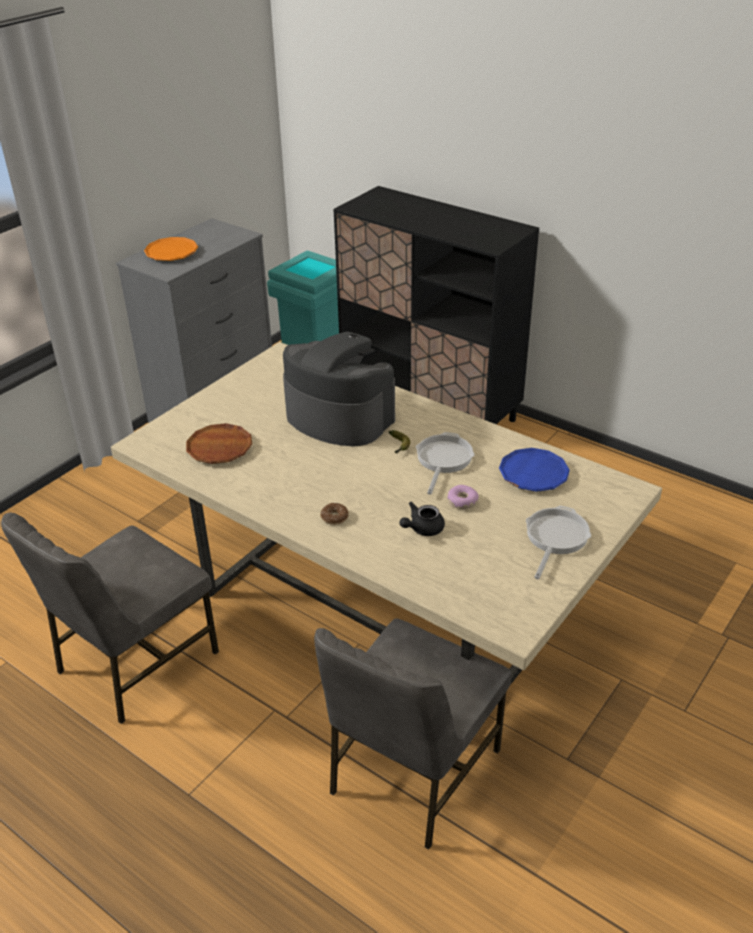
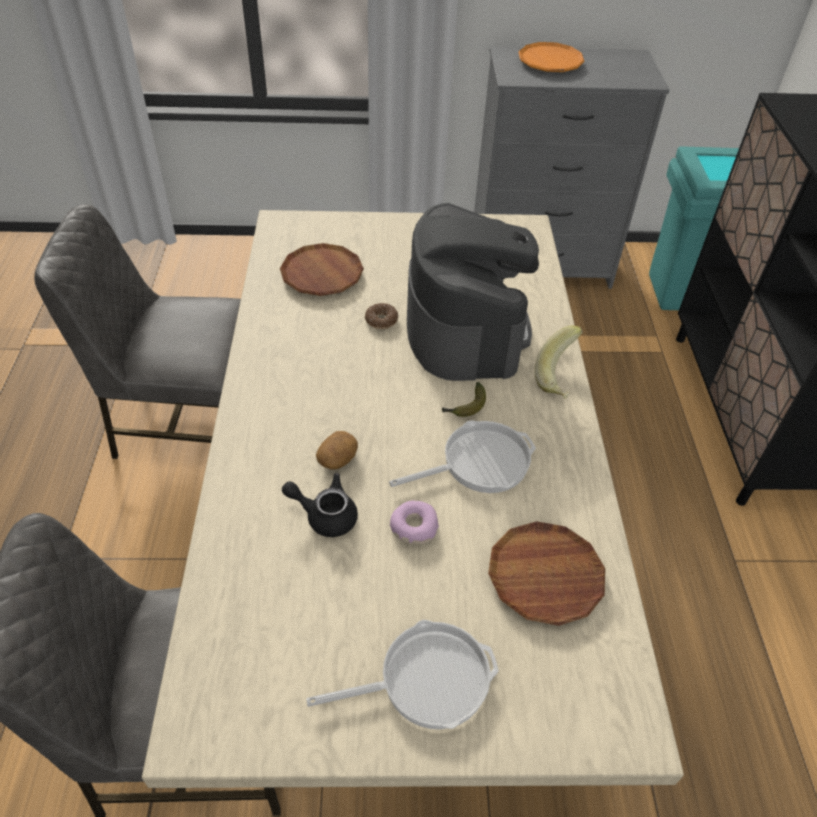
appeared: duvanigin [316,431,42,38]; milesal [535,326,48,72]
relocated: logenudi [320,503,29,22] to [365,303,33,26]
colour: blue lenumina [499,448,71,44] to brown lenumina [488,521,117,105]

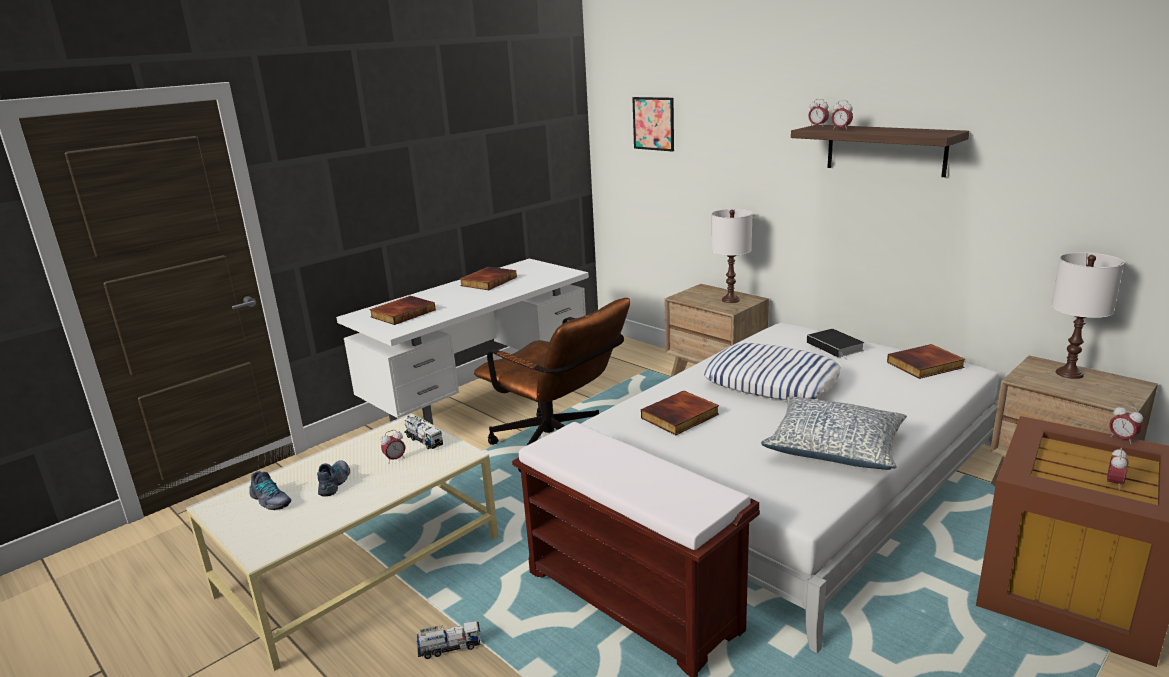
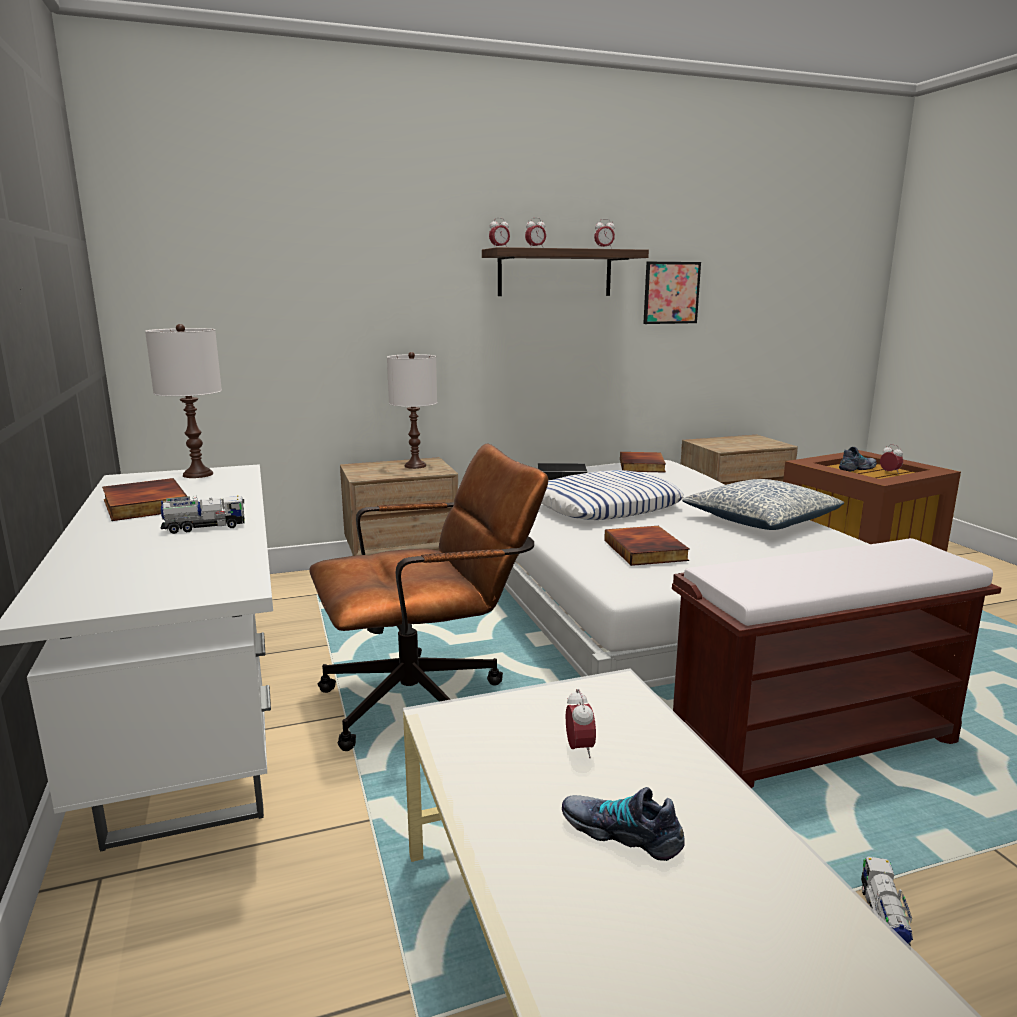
missing: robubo [369,296,67,29]
relocated: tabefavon [249,471,43,39] to [839,447,38,24]; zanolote [404,415,39,34] to [161,496,84,38]; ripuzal [632,97,42,55] to [643,262,58,62]; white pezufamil [1051,252,74,127] to [145,324,77,154]; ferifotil [1109,405,34,39] to [594,219,21,30]

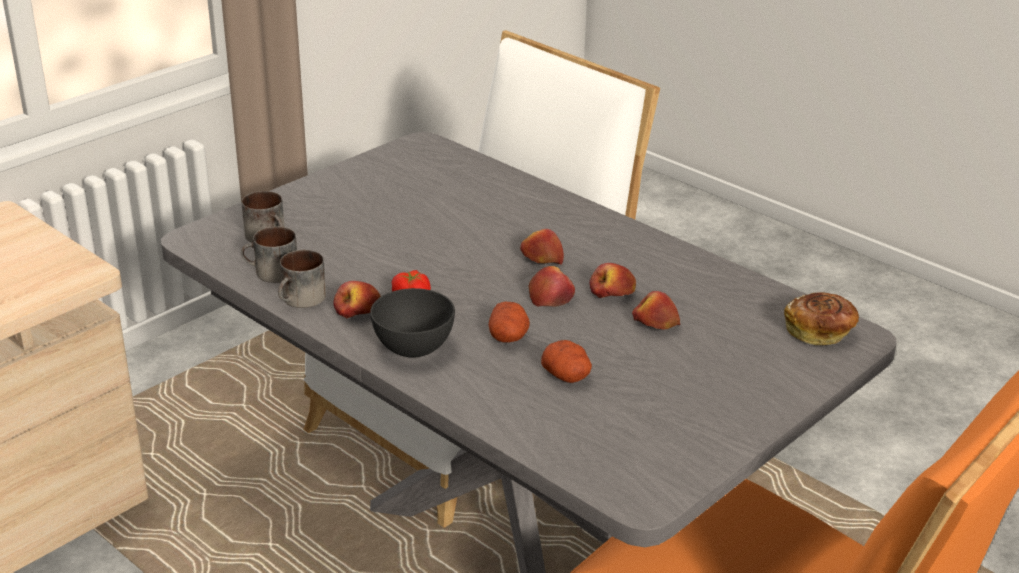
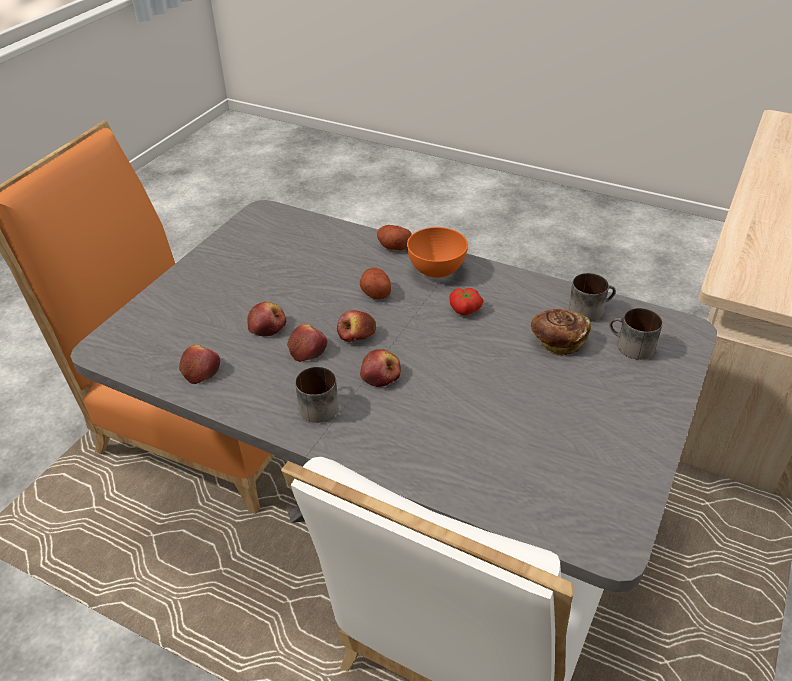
relocated: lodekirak [278,250,48,58] to [295,367,44,56]; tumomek [333,281,48,37] to [179,345,41,39]; duvanigin [541,340,51,43] to [377,225,34,26]; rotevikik [784,292,75,53] to [531,309,60,47]
colour: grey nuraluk [370,288,85,70] to orange nuraluk [407,227,61,51]

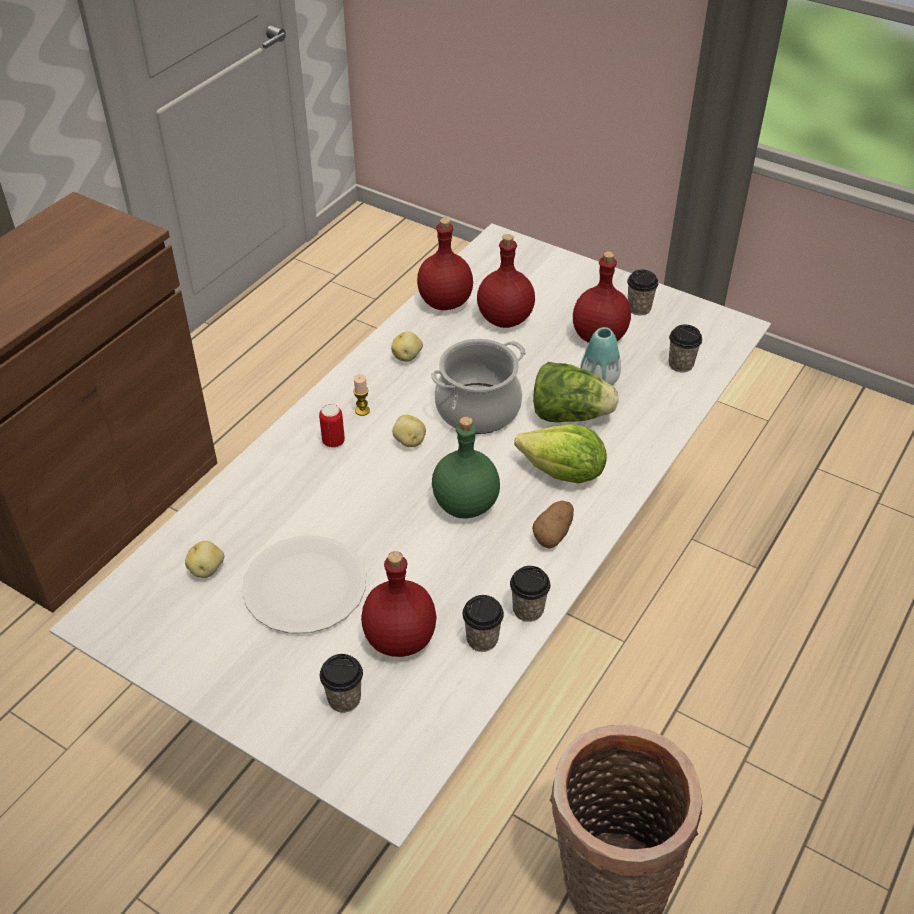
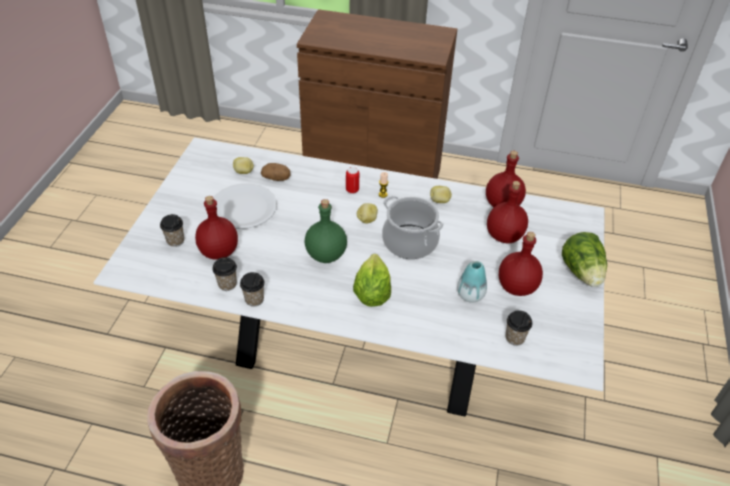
missing: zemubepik [627,270,31,45]
relocated: duvanigin [532,500,42,48] to [261,163,30,18]; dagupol [533,362,86,60] to [562,232,45,55]

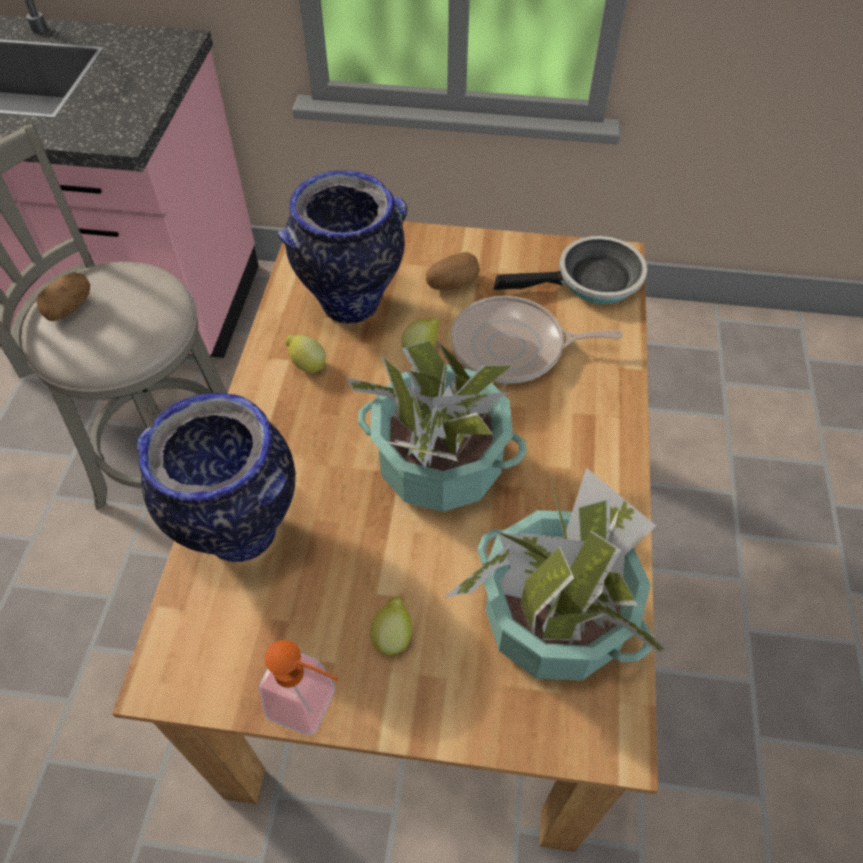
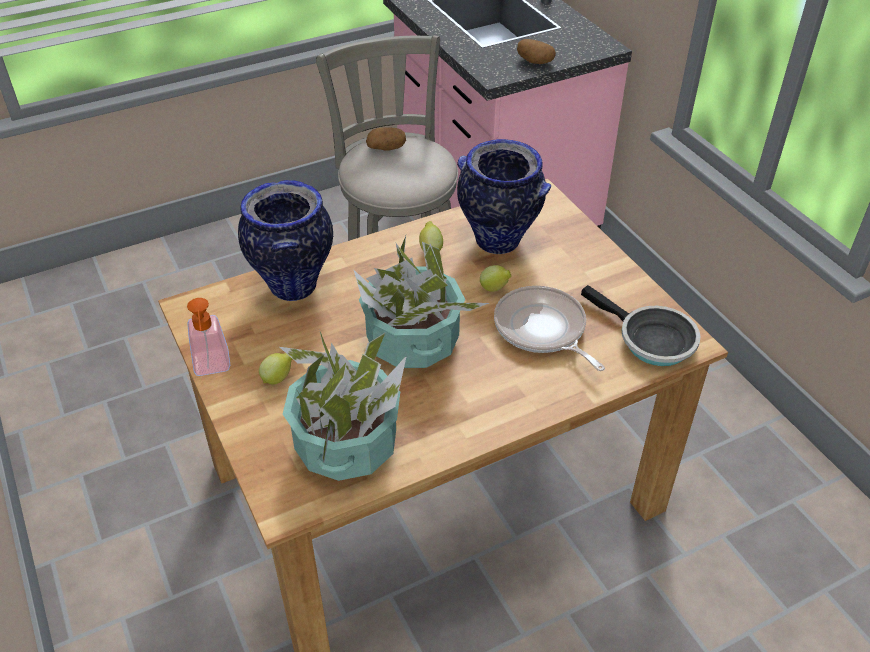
relocated: duvanigin [426,252,54,38] to [517,39,39,25]

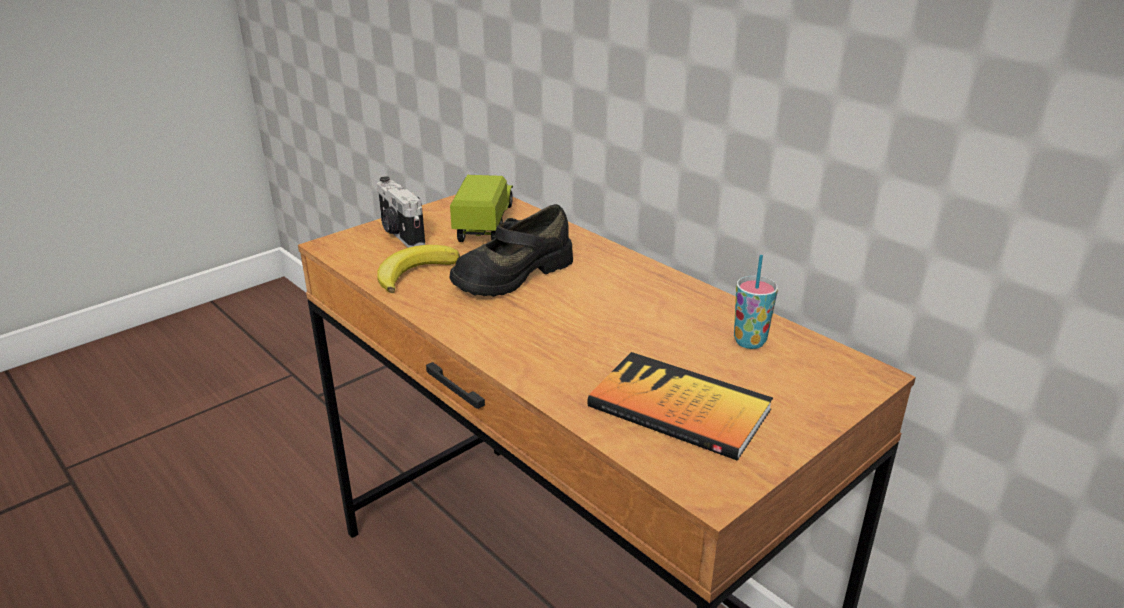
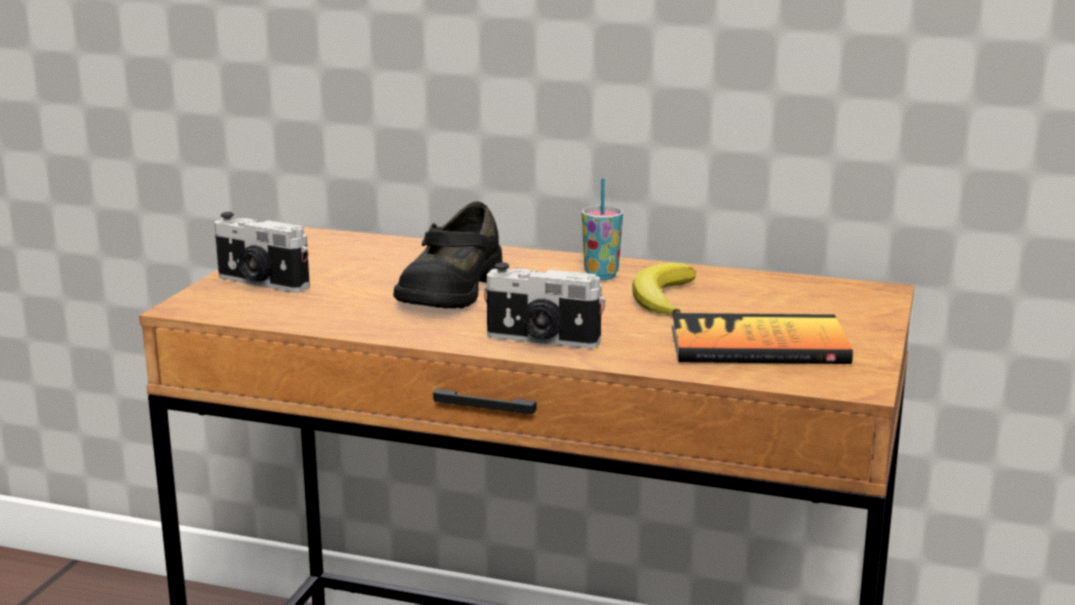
missing: zanolote [450,175,63,67]
appeared: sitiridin [483,262,123,87]
relocated: milesal [377,245,83,48] to [632,263,64,53]; zemubepik [734,255,44,94] to [582,178,41,102]

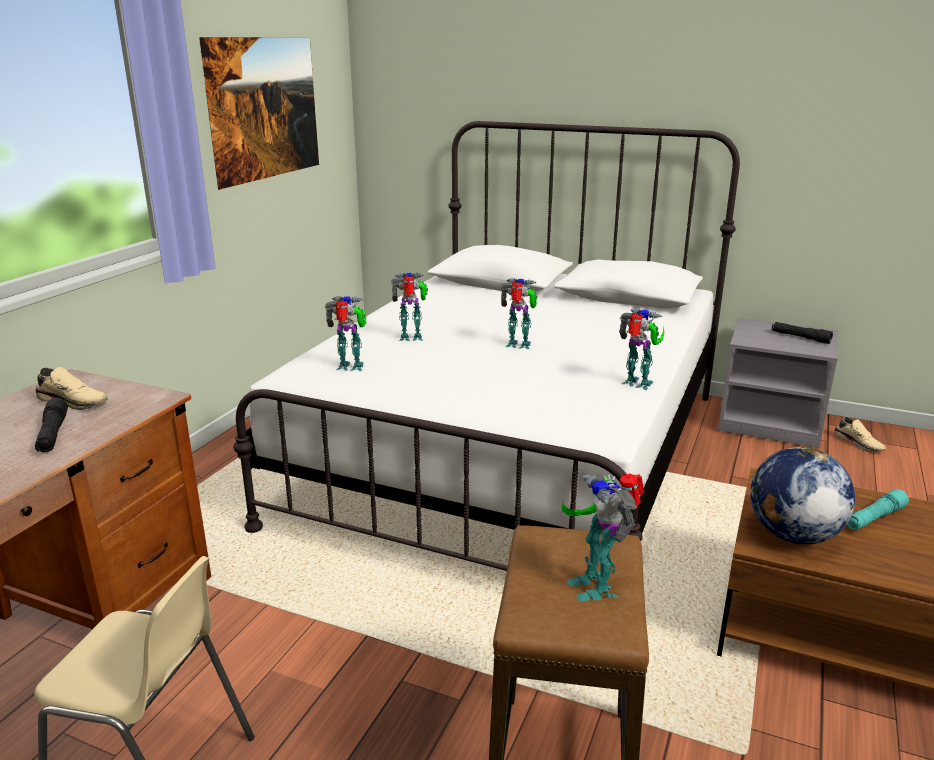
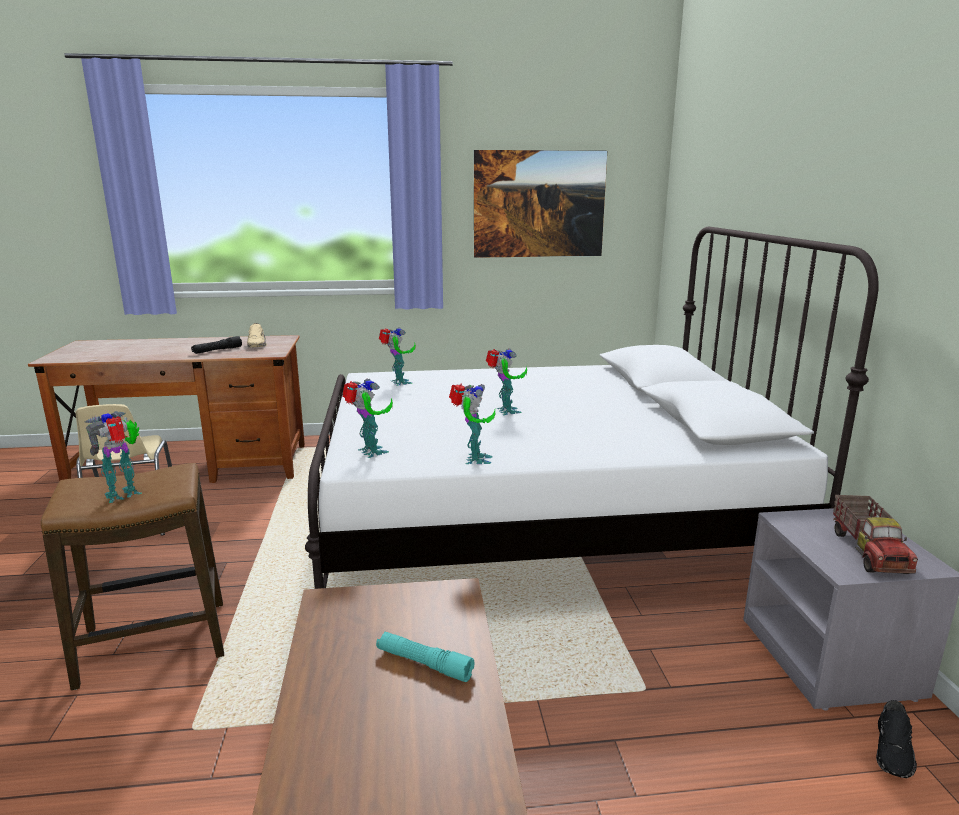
missing: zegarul [750,447,105,97]
relocated: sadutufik [391,272,37,69] to [342,379,51,79]
exchanged: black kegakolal [772,322,61,22] to zanolote [833,495,85,79]
colour: beige tabefavon [833,417,53,36] to black tabefavon [876,700,41,78]

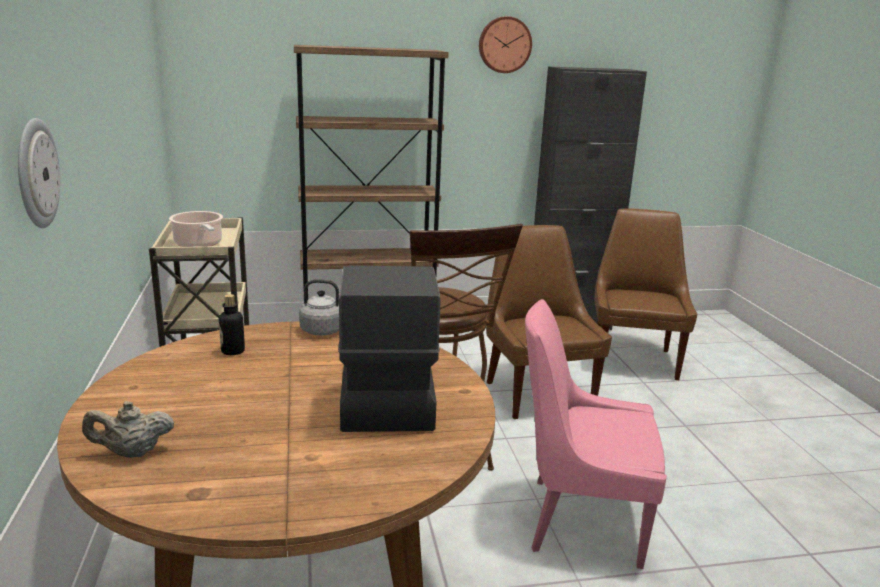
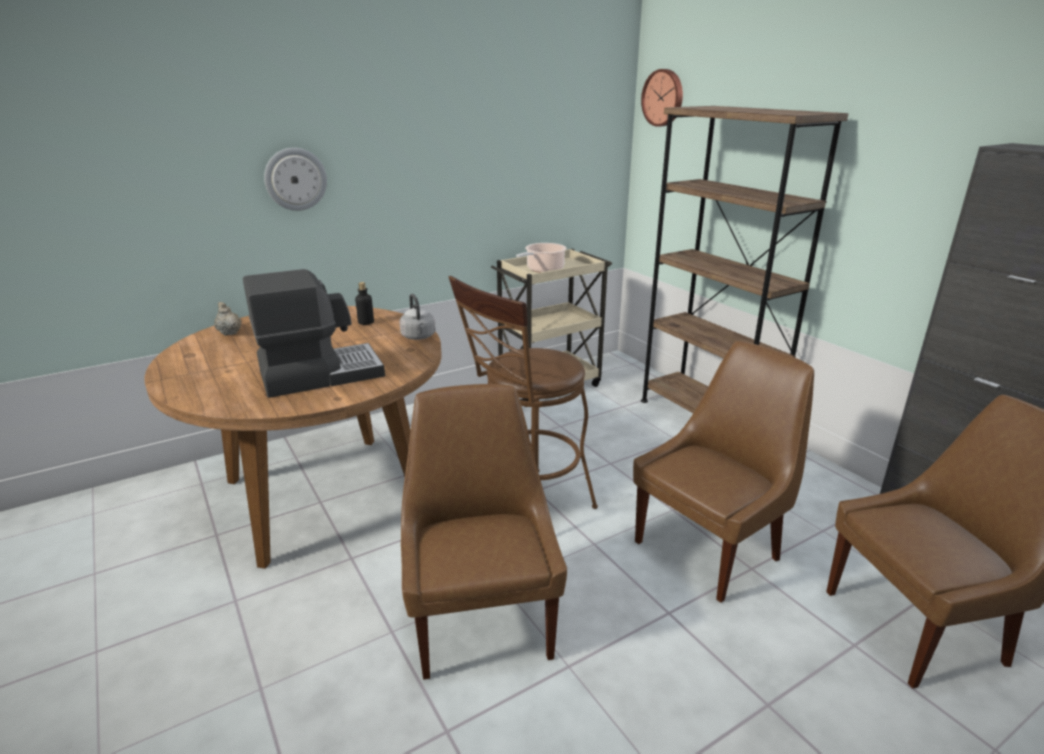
relocated: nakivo [479,16,53,57] to [641,69,42,58]
colour: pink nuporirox [525,299,142,270] to brown nuporirox [401,384,166,296]

